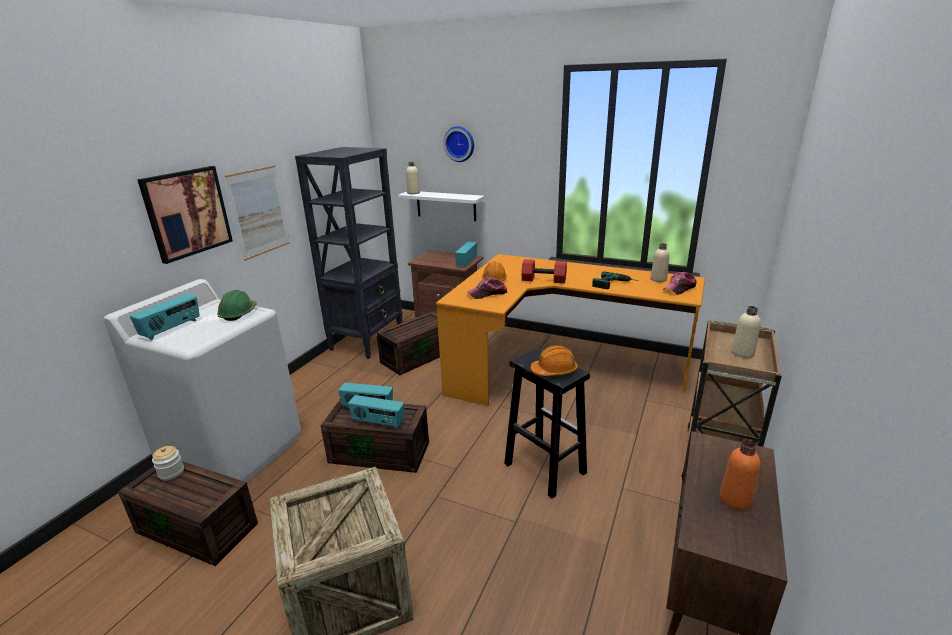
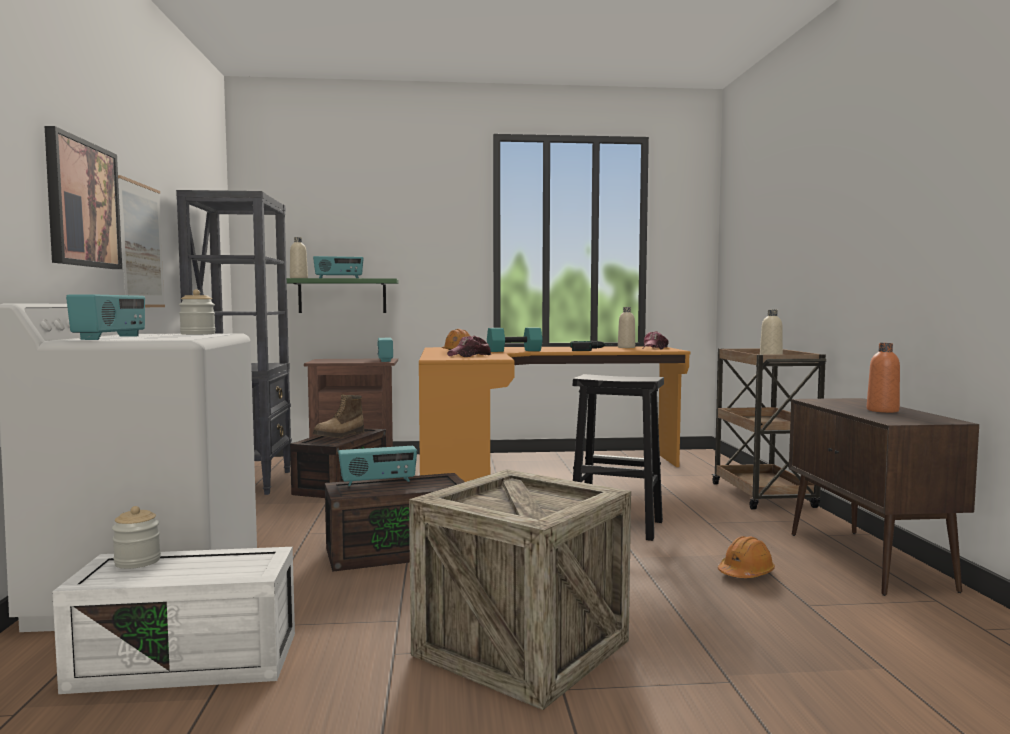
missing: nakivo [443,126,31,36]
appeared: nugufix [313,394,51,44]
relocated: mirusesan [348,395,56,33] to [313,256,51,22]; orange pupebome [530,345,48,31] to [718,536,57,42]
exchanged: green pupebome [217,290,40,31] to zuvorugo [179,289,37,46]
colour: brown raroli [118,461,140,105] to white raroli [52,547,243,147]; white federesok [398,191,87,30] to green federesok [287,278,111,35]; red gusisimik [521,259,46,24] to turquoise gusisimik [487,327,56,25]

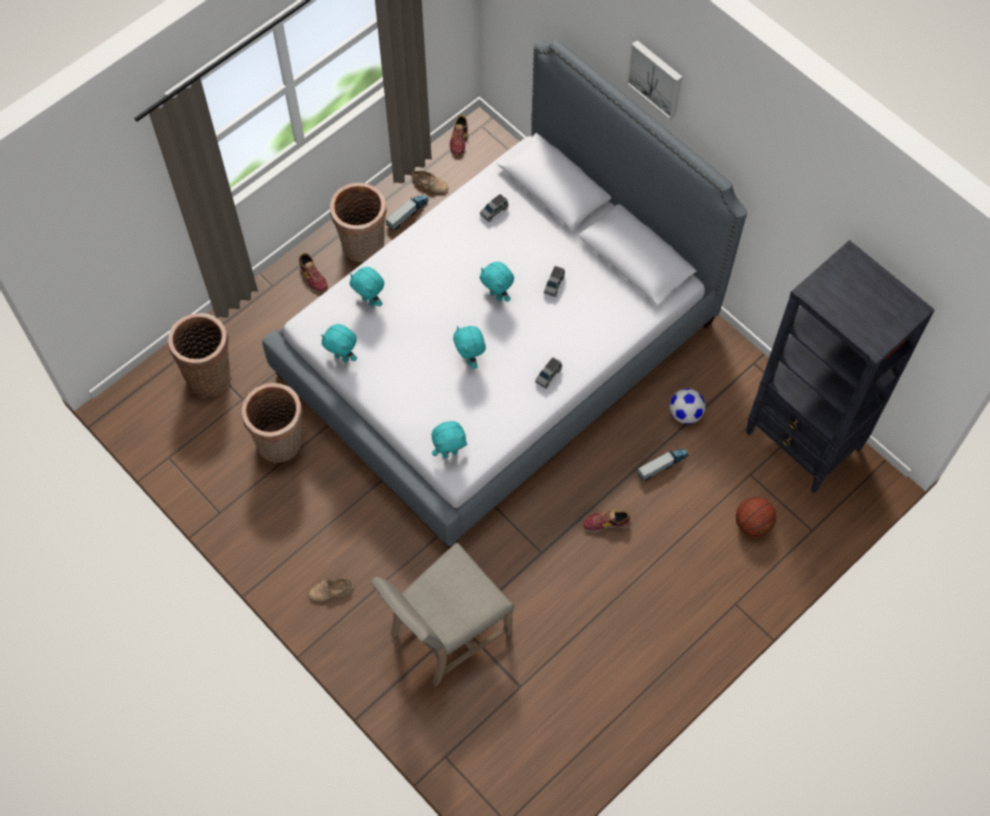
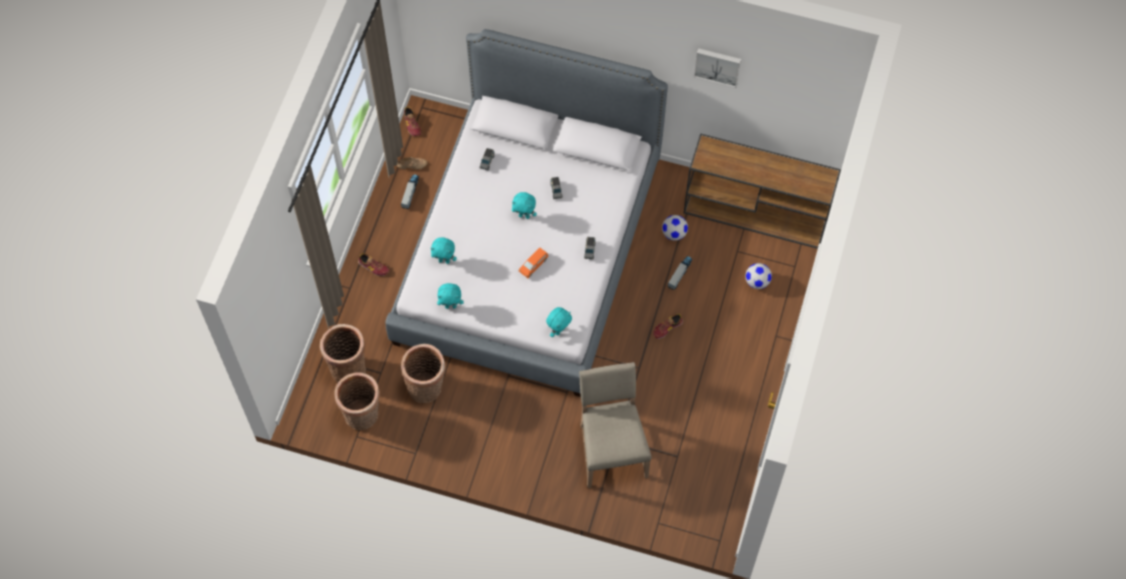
missing: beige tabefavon [309,579,44,22]
relocated: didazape [330,182,57,80] to [334,373,46,57]; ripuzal [627,40,55,80] to [694,48,47,40]
exchanged: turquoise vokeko [453,326,33,43] to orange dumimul [519,247,29,31]; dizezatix [736,497,40,40] to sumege [745,263,27,26]; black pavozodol [746,240,189,253] to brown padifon [684,133,157,116]
spun: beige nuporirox [371,542,143,145] = [579,362,73,126] 150 degrees clockwise

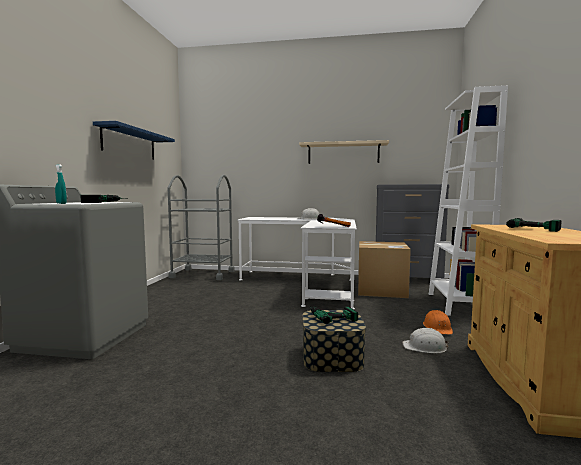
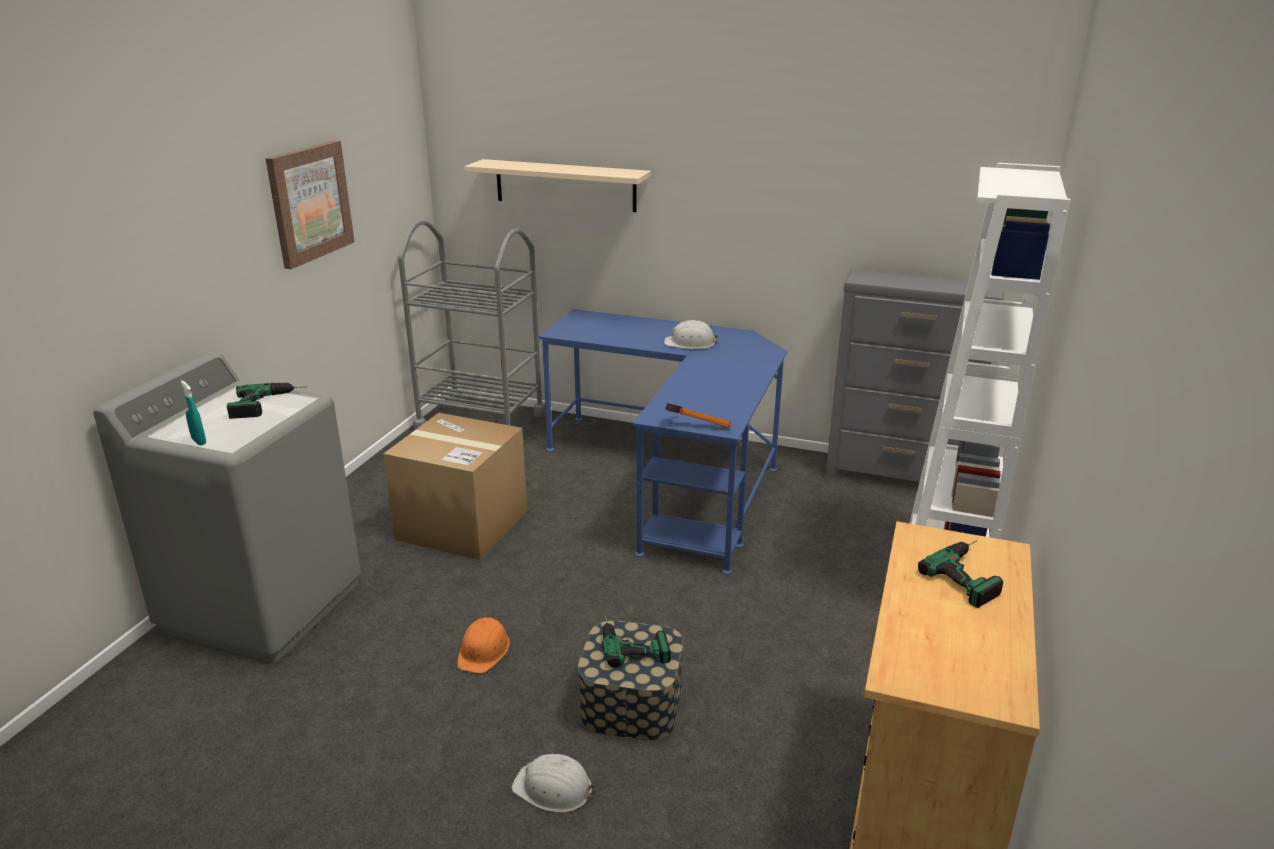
relocated: beige federesok [299,140,90,24] to [464,159,187,53]; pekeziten [358,241,53,57] to [383,413,144,148]; white pupebome [402,328,47,25] to [512,754,85,59]; orange pupebome [423,310,30,24] to [457,617,53,56]
exchanged: blue federesok [93,121,82,39] to ripuzal [266,141,89,128]
colour: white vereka [237,217,120,92] to blue vereka [539,309,248,265]

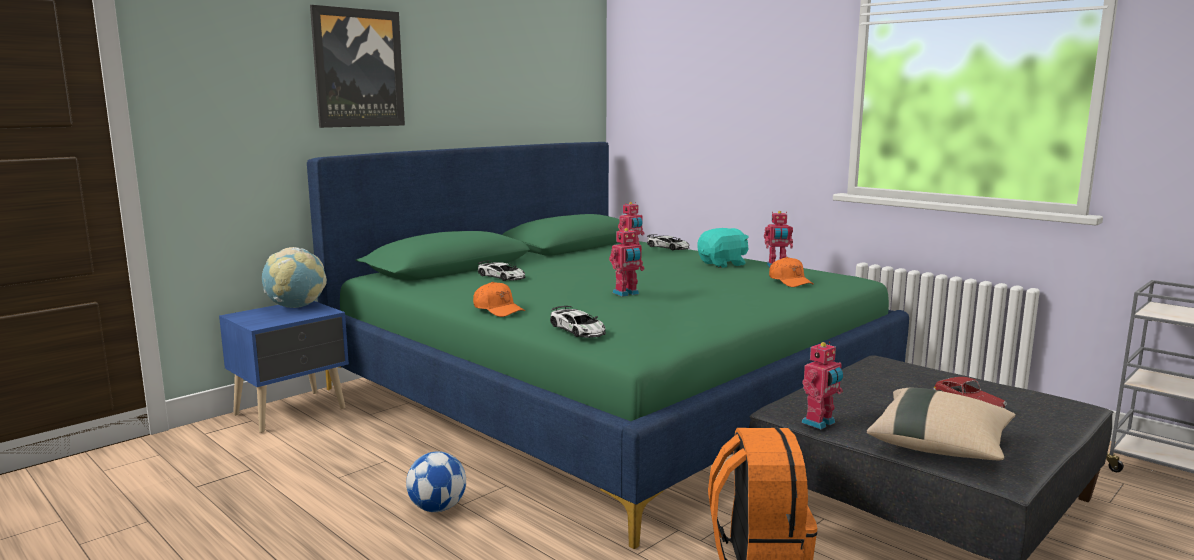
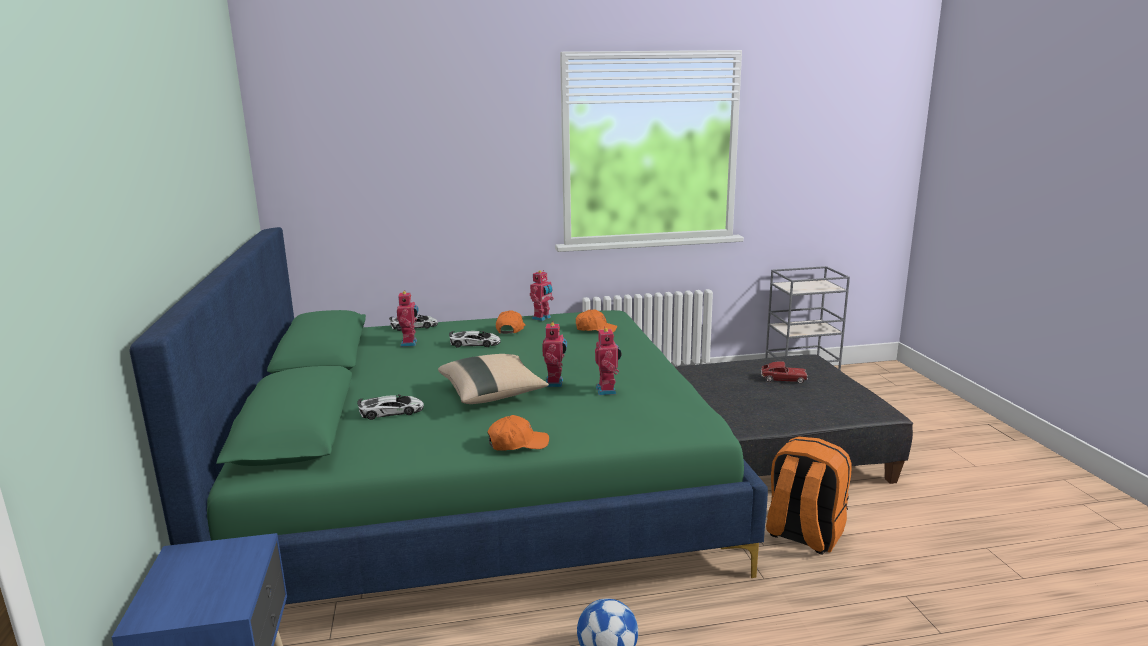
missing: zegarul [262,247,65,61]; ripuzal [310,5,95,123]
relocated: dumimul [550,306,56,32] to [449,331,52,17]; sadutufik [801,341,42,88] to [595,327,26,68]; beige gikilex [867,388,149,72] to [438,354,111,50]
exchanged: turquoise vokeko [697,228,51,40] to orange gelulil [496,310,29,24]

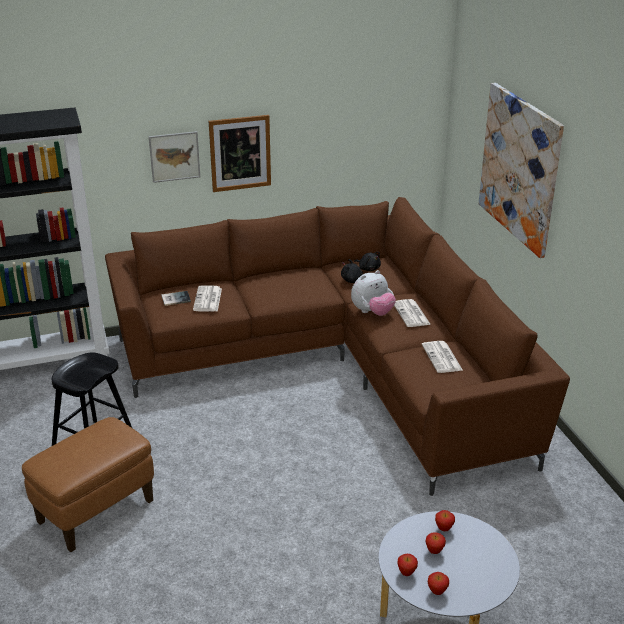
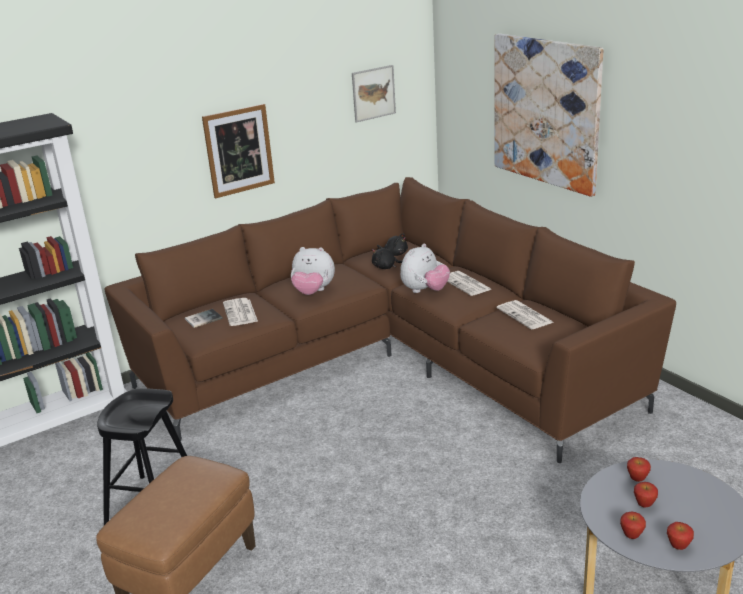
appeared: vokeko [291,247,44,48]
relocated: ripuzal [149,131,51,52] to [352,65,44,58]

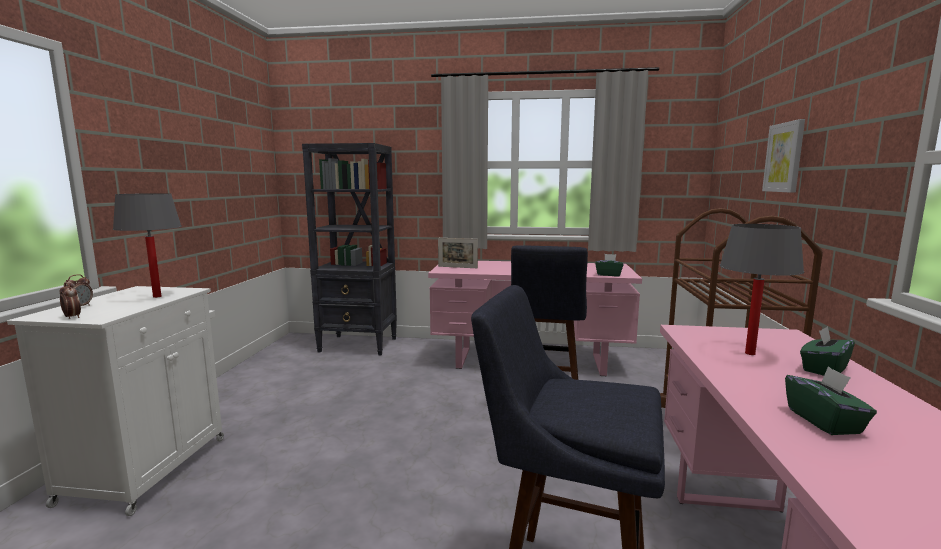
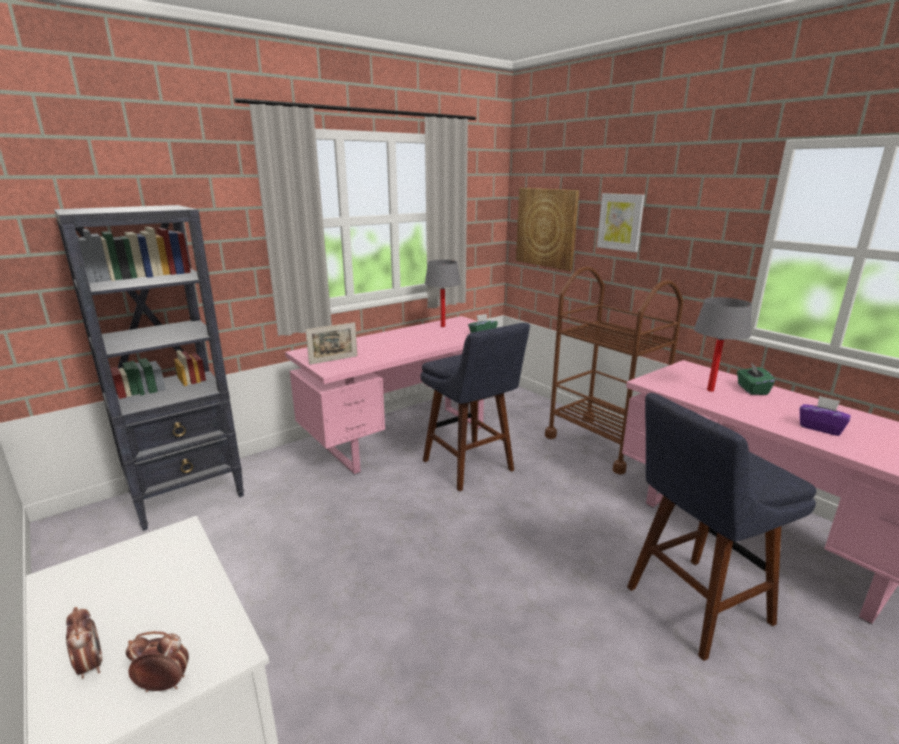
appeared: ripuzal [516,188,63,83]
relocated: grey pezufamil [113,193,69,105] to [425,260,36,67]
colour: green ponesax [785,366,92,69] to purple ponesax [800,396,51,40]

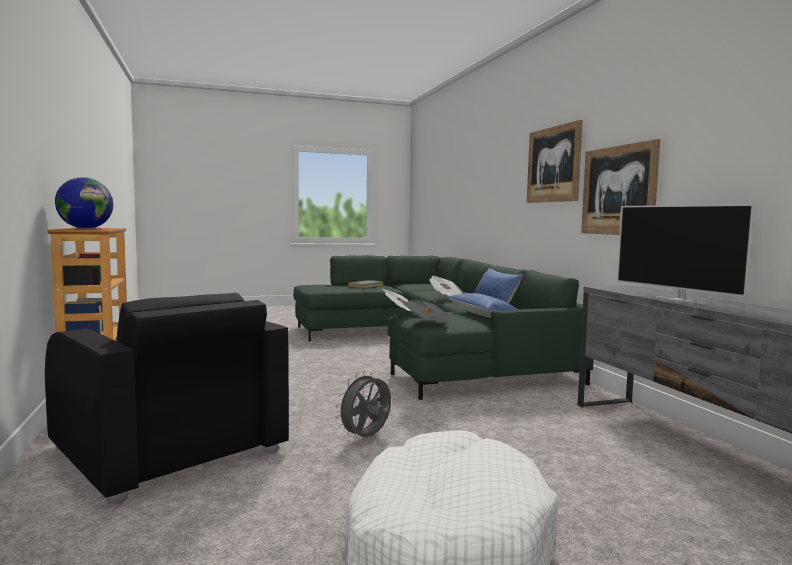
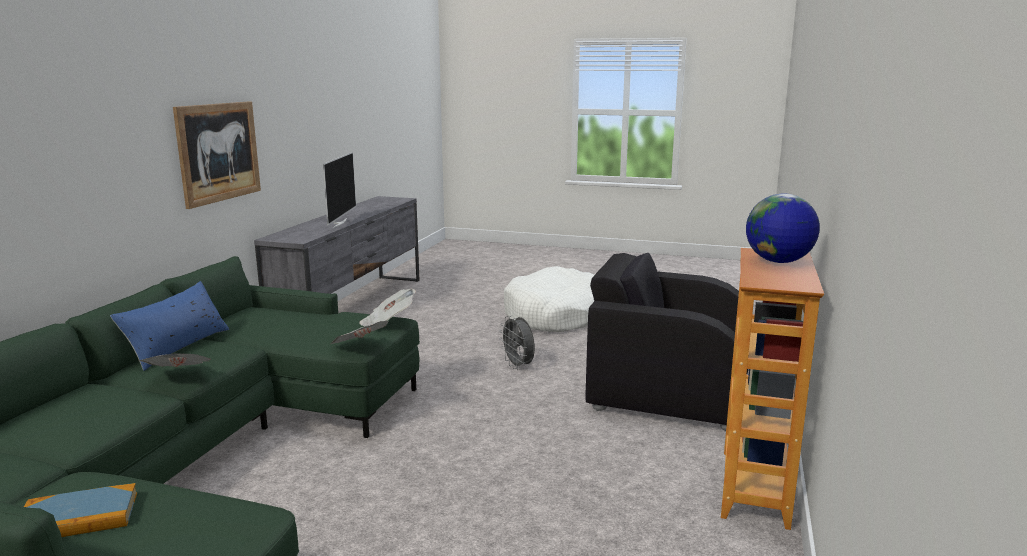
missing: blue gikilex [446,293,72,25]; ripuzal [527,120,56,83]
spun: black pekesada [45,293,244,211] = [586,253,162,178] 60 degrees counterclockwise; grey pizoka [336,371,55,67] = [499,316,36,53] 75 degrees clockwise

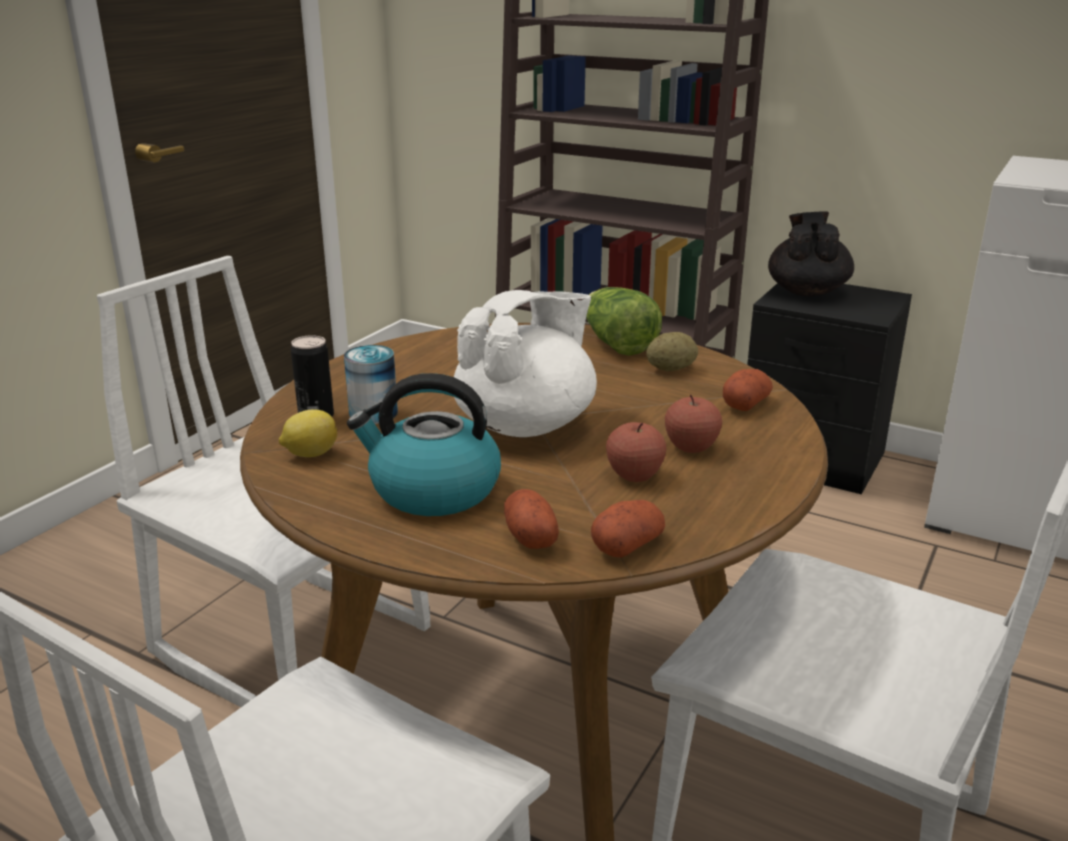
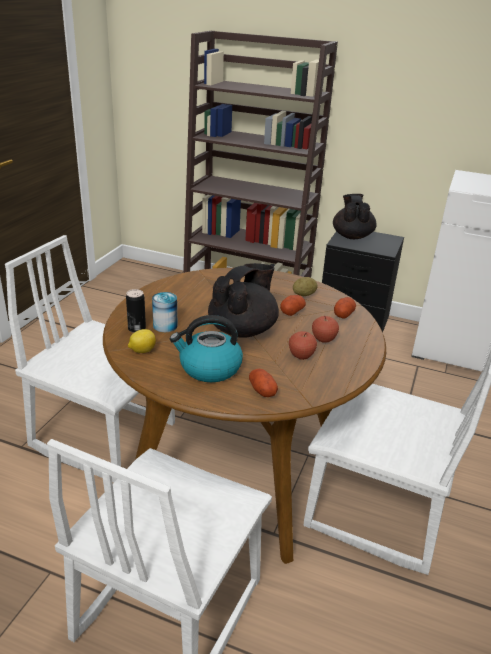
missing: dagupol [586,287,76,69]
relocated: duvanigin [591,500,74,58] to [280,295,26,21]
colour: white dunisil [454,290,143,147] to black dunisil [208,263,71,75]

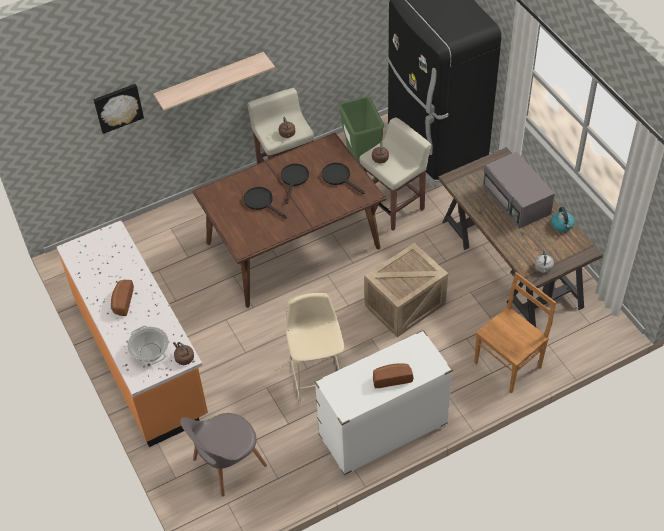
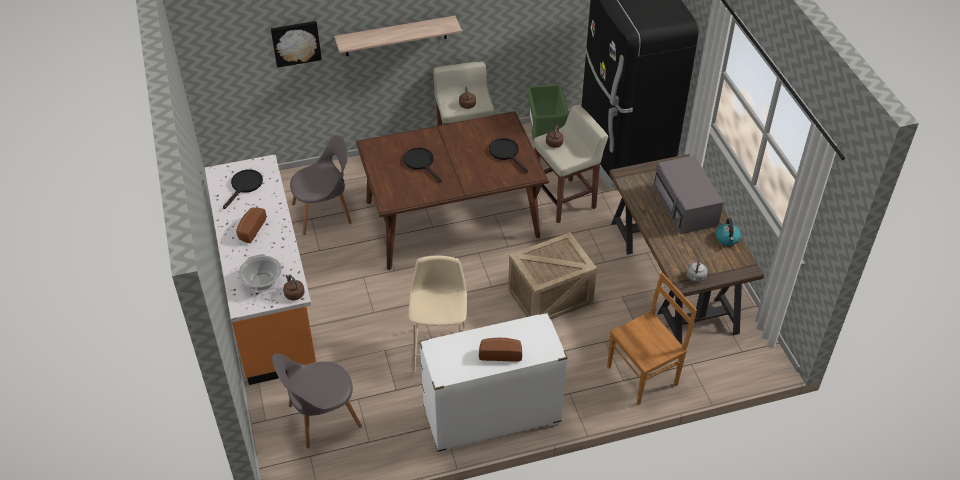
appeared: grey nuporirox [290,135,62,100]
relocated: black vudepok [281,164,28,40] to [223,169,40,40]

